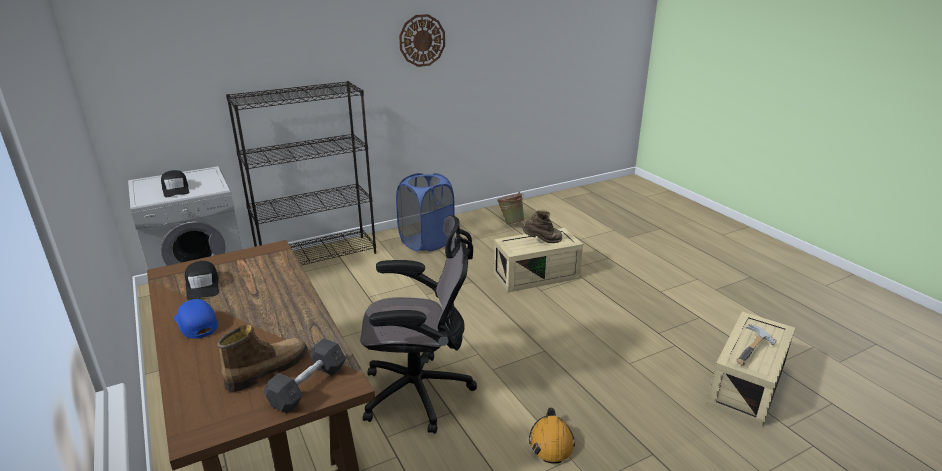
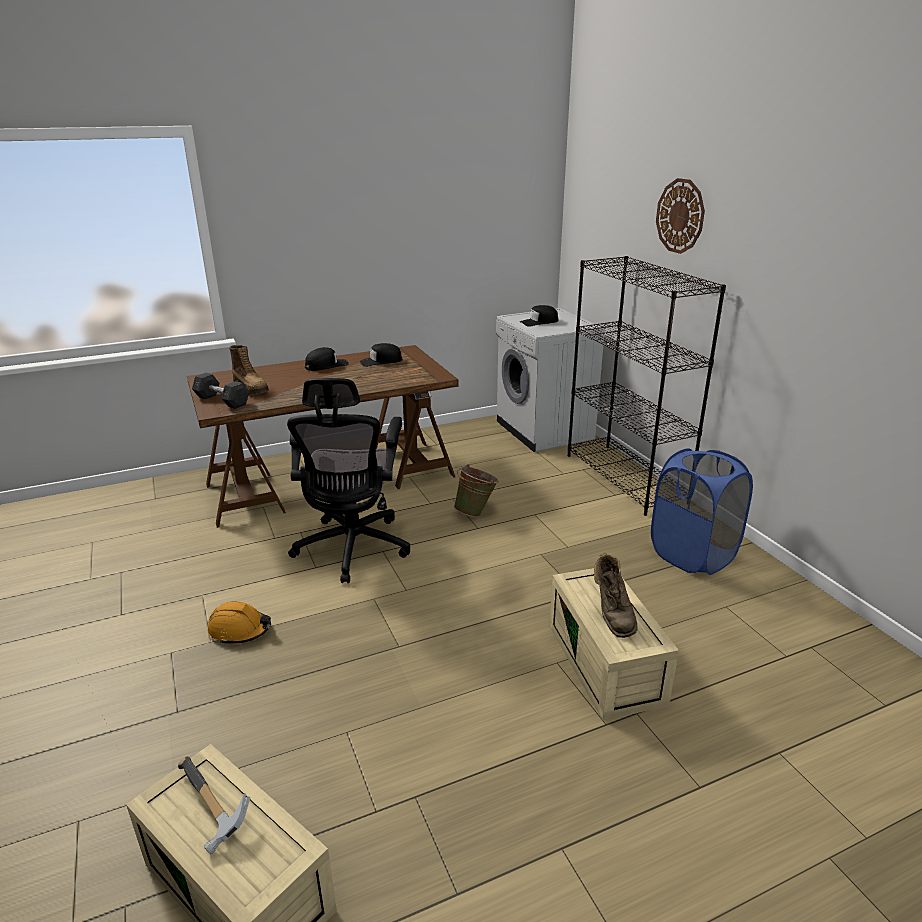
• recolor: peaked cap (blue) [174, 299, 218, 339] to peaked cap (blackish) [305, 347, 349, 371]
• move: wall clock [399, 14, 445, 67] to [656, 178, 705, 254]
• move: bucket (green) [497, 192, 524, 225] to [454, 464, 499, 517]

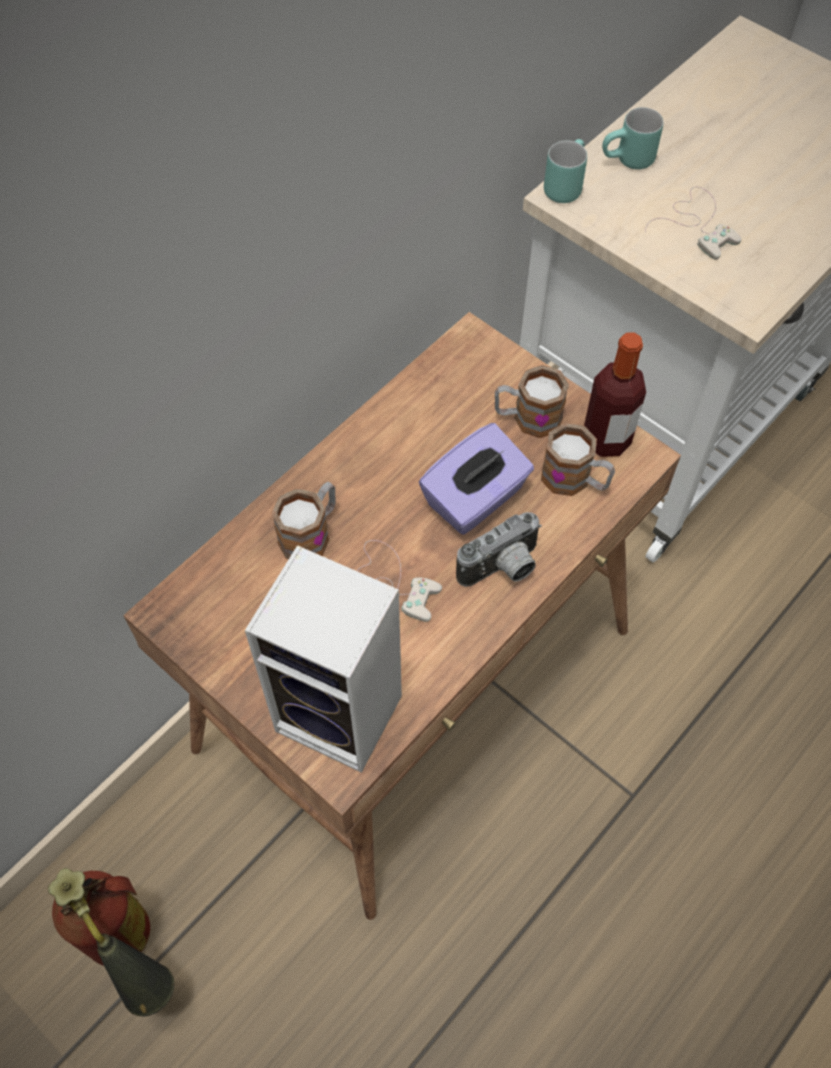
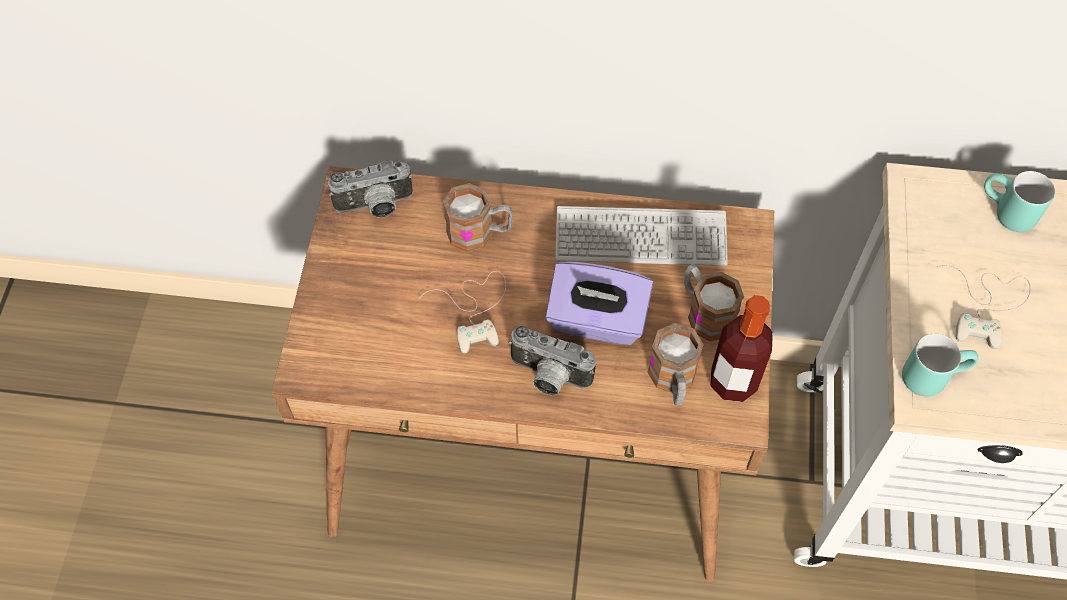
• delete: fire extinguisher [48, 868, 174, 1016]
• delete: loudspeaker [245, 545, 402, 773]
• move: tea mug (turquoise) [544, 139, 587, 203] to [902, 334, 978, 397]
• insert: still camera [328, 160, 413, 218]
• insert: PC keyboard [555, 206, 728, 266]

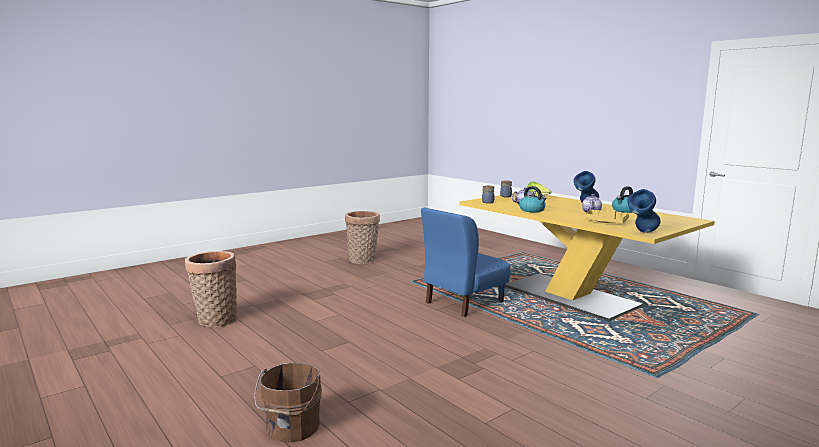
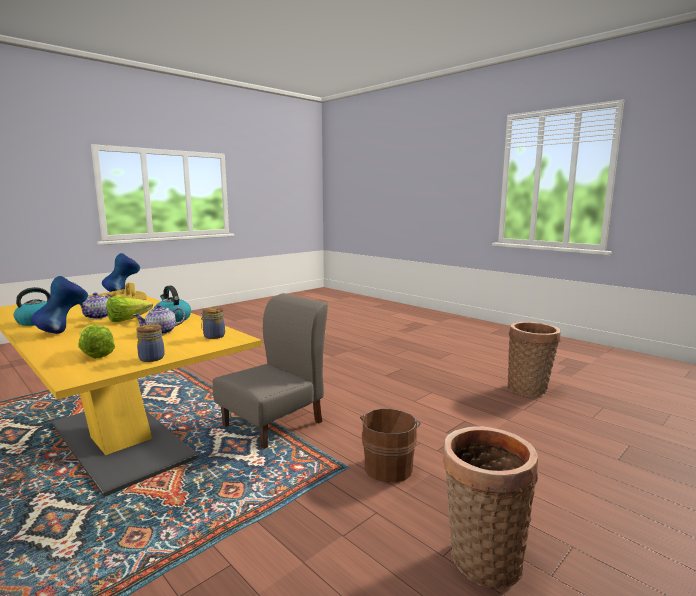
• move: bucket (brown) [255, 363, 322, 443] to [360, 409, 420, 482]
• recolor: plain chair (blue) [421, 208, 510, 317] to plain chair (gray) [213, 293, 328, 449]
• insert: lettuce head [106, 296, 153, 322]

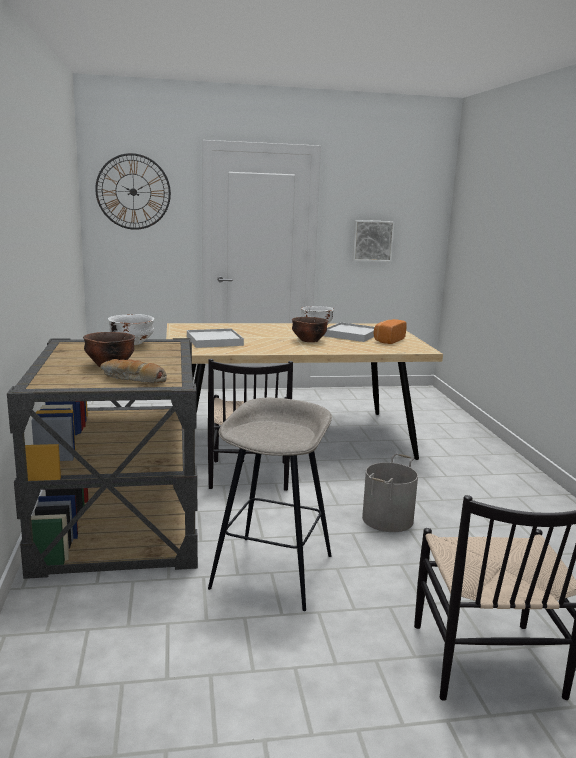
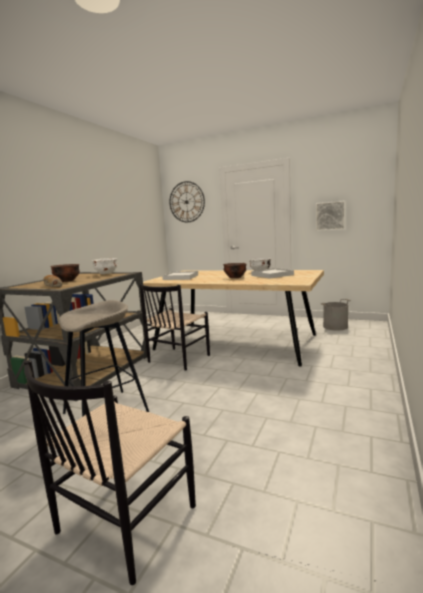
• move: bucket (gray) [362, 453, 418, 532] to [320, 299, 351, 331]
• delete: baked bread [374, 319, 407, 344]

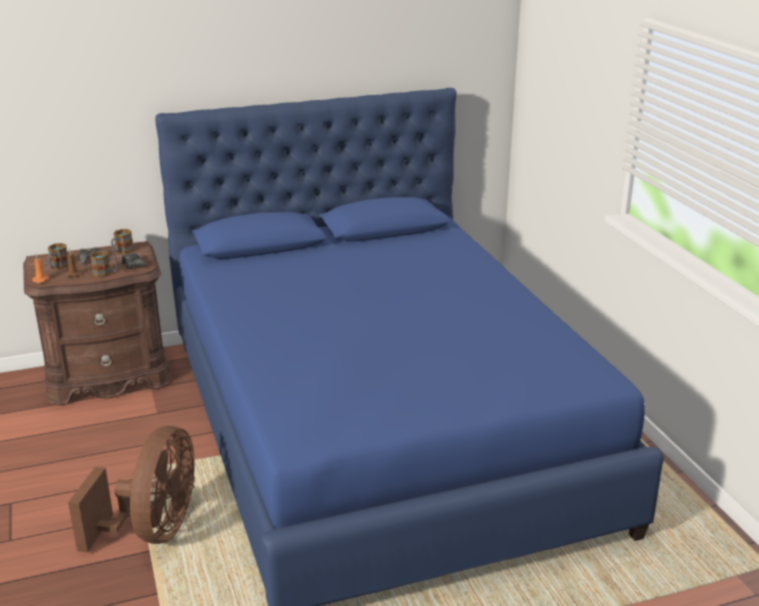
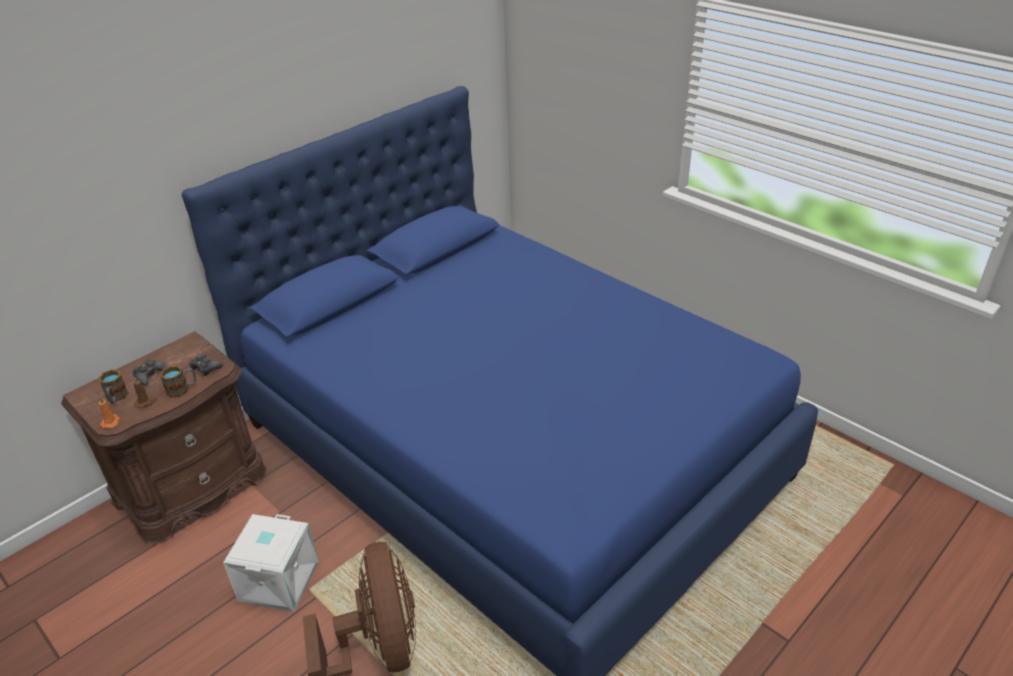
• delete: tea mug [111, 229, 134, 254]
• insert: storage bin (white) [223, 514, 319, 612]

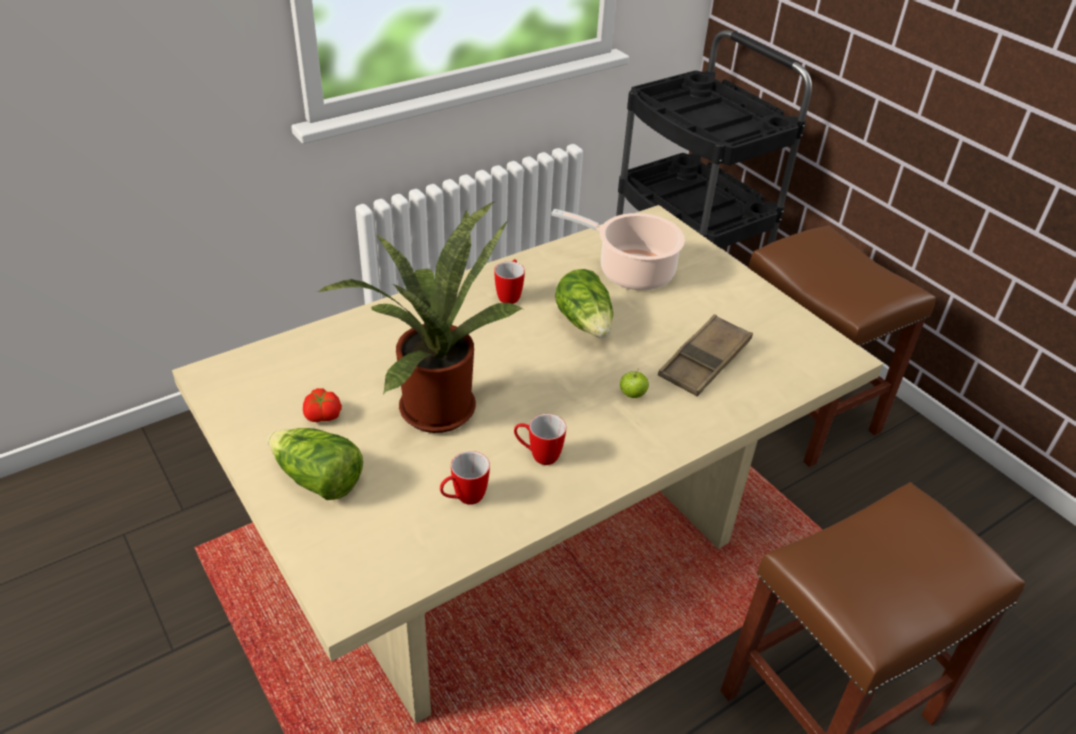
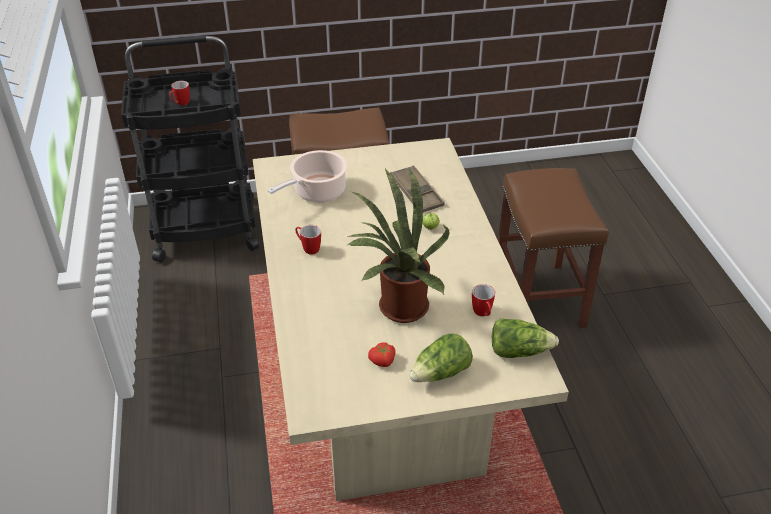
• move: tea mug [514, 414, 566, 465] to [169, 81, 190, 105]
• move: lettuce head [555, 269, 613, 338] to [492, 318, 559, 358]

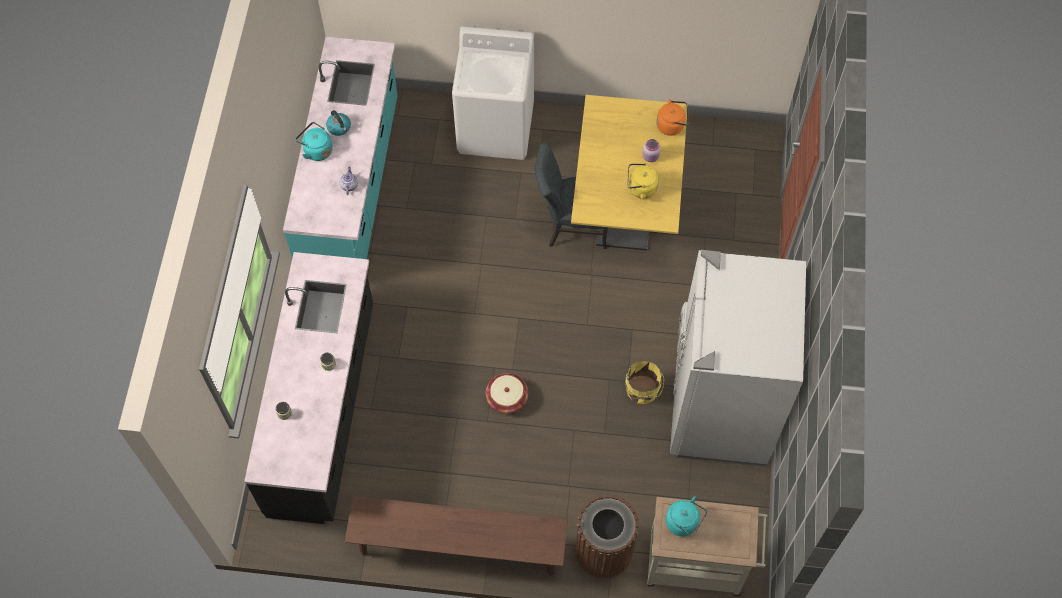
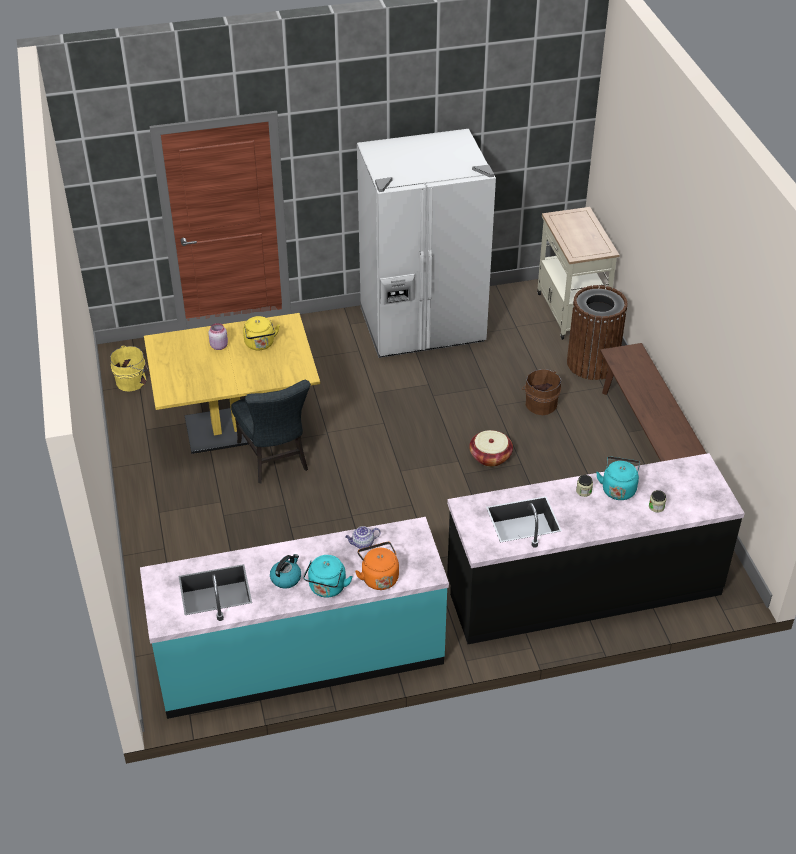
• delete: laundry appliance (white) [452, 26, 534, 160]
• move: bucket (yellow-coloured) [625, 361, 664, 404] to [110, 345, 148, 391]
• move: kettle (orangey) [656, 99, 689, 136] to [355, 542, 399, 590]
• move: kettle (turquoise) [666, 496, 707, 536] to [596, 456, 640, 500]
• insert: bucket (brown) [522, 369, 561, 415]

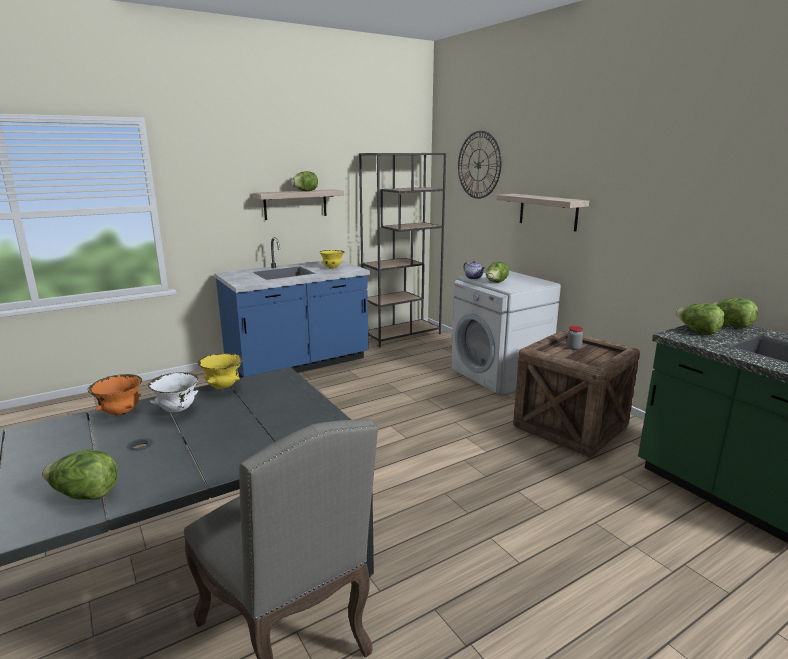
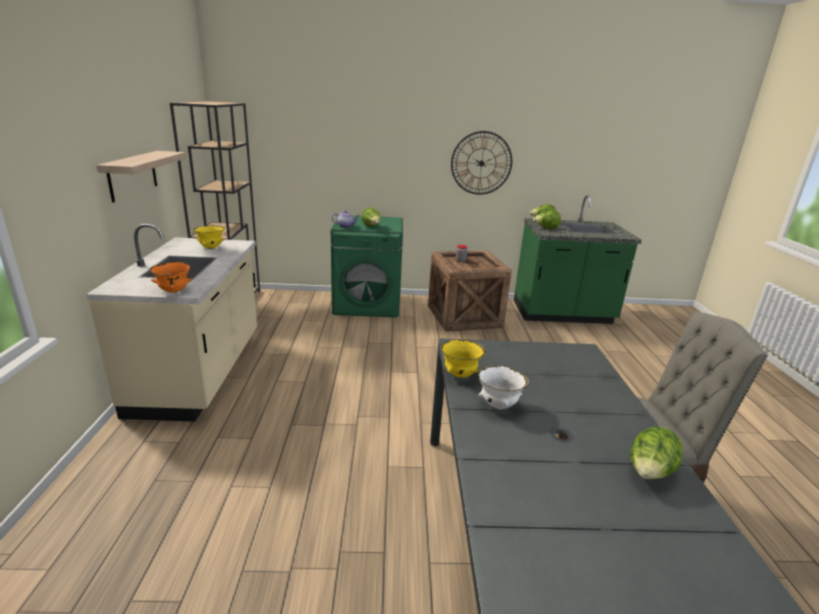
• move: bowl (orangey) [88, 374, 142, 415] to [150, 262, 192, 293]
• recolor: kitchen base unit (blue) [214, 237, 370, 378] to kitchen base unit (beige-coloured) [86, 224, 257, 422]
• delete: lettuce head [291, 171, 318, 191]
• recolor: laundry appliance (white) [451, 271, 561, 395] to laundry appliance (green) [331, 215, 403, 317]
• move: wall clock [458, 131, 501, 199] to [451, 131, 512, 195]
• delete: bracket shelf [496, 194, 589, 231]

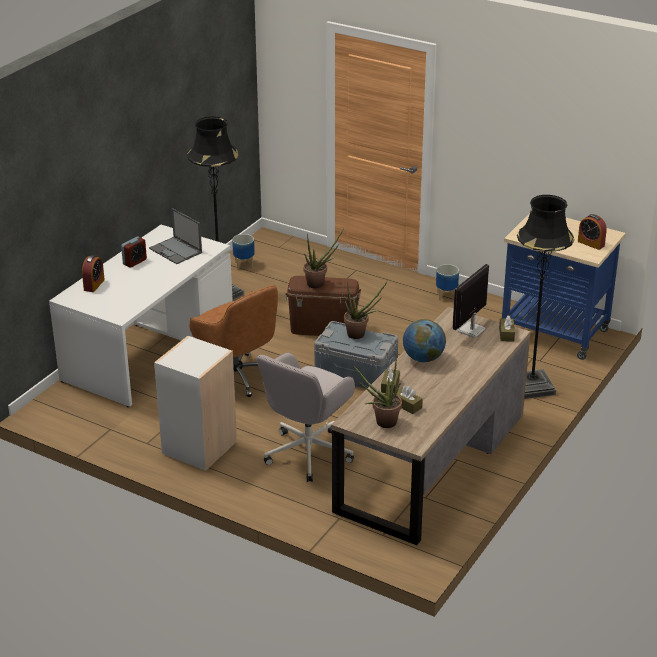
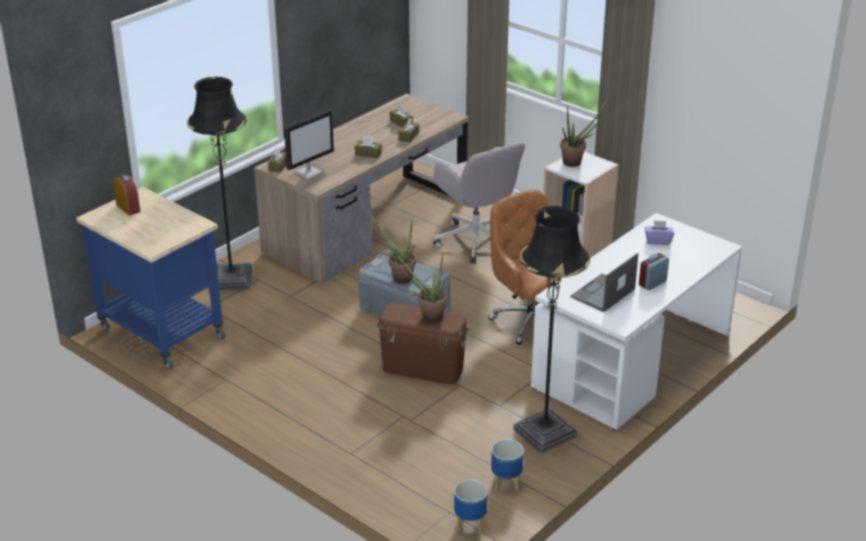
• delete: table clock [82, 255, 105, 292]
• rotate: notebook computer [149, 208, 202, 264] = [570, 253, 638, 312] 105 degrees counterclockwise
• rotate: computer chair (gray) [256, 353, 355, 482] = [433, 142, 525, 263] 105 degrees clockwise
• move: houseplant [354, 356, 402, 428] to [560, 99, 608, 167]
• replace: globe [403, 319, 446, 362] to box of tissues (brown) [355, 135, 382, 158]
• move: plant pot [436, 264, 459, 301] to [454, 479, 488, 534]
• insert: box of tissues (purplish) [645, 220, 674, 245]

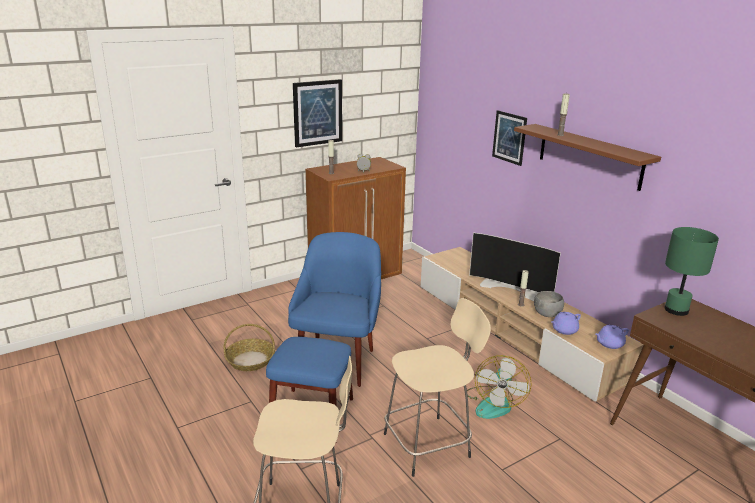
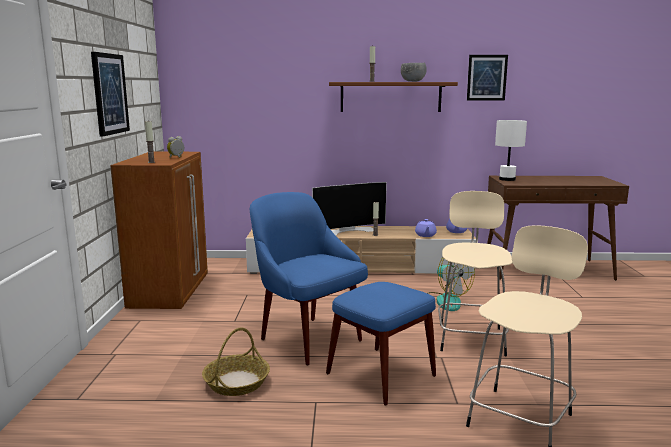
• move: wall picture [492, 110, 527, 166] to [467, 55, 508, 101]
• move: bowl (gray) [534, 291, 564, 317] to [401, 63, 427, 82]
• recolor: table lamp (green) [664, 227, 719, 316] to table lamp (white) [495, 120, 527, 181]

